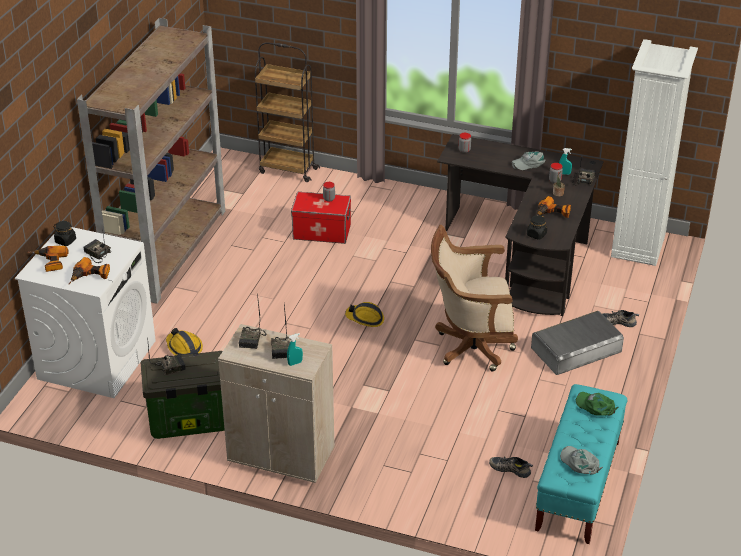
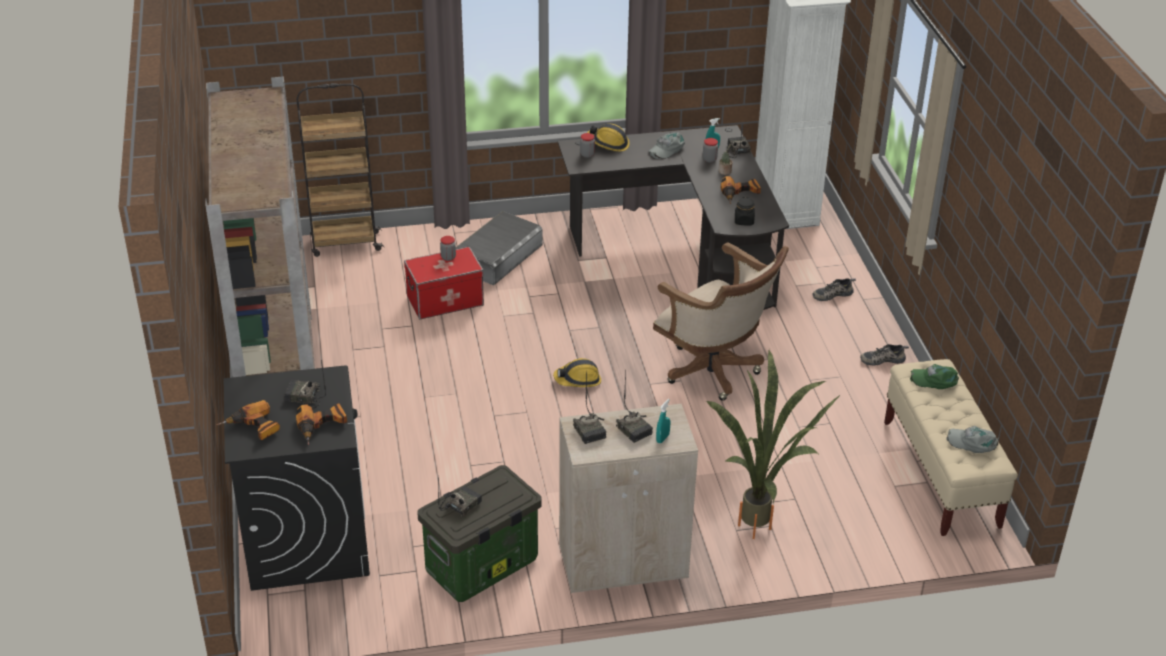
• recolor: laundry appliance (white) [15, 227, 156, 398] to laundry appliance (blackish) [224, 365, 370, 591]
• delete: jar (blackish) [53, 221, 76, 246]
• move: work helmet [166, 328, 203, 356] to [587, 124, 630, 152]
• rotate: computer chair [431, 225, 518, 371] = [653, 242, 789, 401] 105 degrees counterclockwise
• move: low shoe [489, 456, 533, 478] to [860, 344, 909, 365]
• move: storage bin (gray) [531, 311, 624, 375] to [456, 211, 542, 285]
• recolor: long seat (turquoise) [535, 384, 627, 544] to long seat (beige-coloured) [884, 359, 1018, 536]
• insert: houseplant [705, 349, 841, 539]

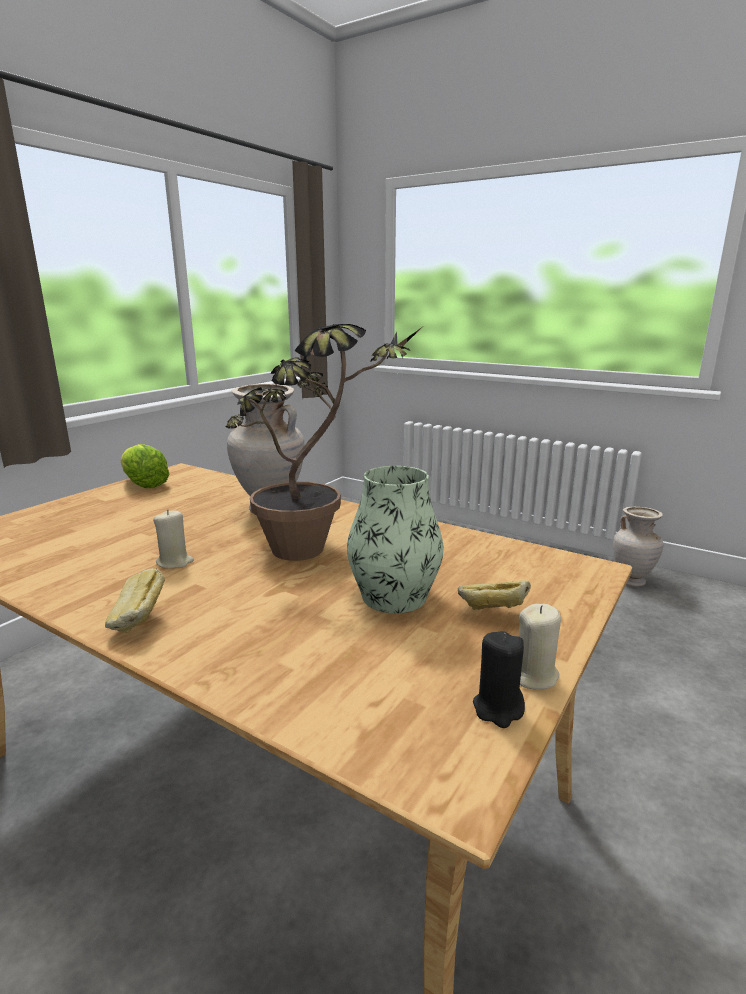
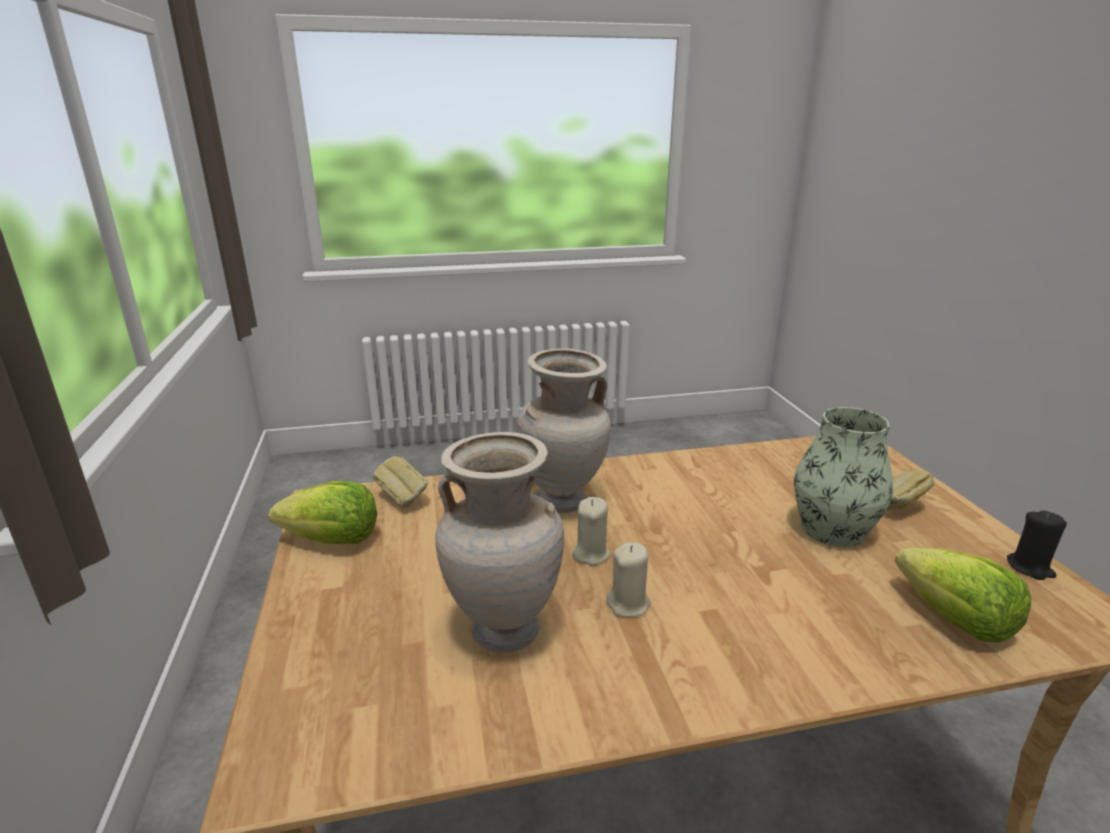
• move: baked bread [105, 568, 165, 633] to [374, 456, 428, 507]
• delete: houseplant [226, 324, 422, 561]
• move: wax candle (beige-coloured) [519, 604, 561, 689] to [572, 497, 610, 566]
• move: decorative vase (beige-coloured) [613, 507, 664, 587] to [435, 432, 564, 653]
• insert: lettuce head [895, 547, 1031, 643]

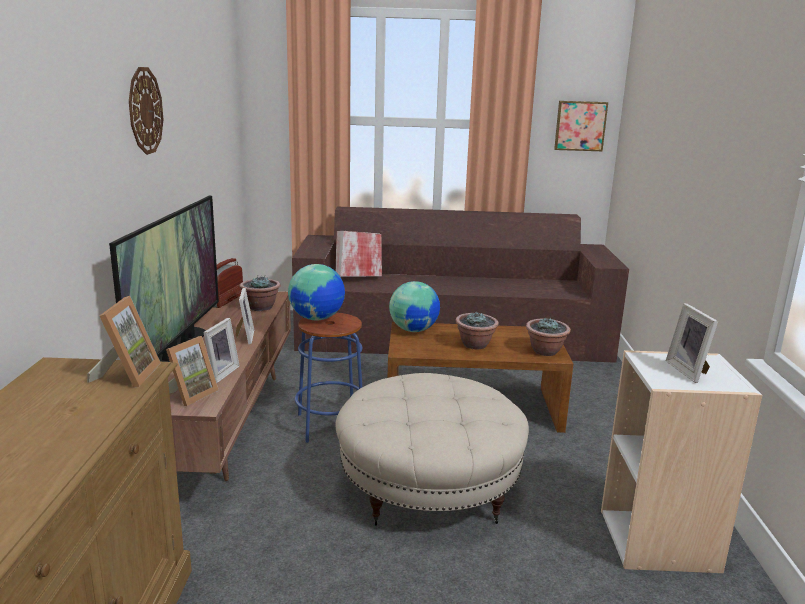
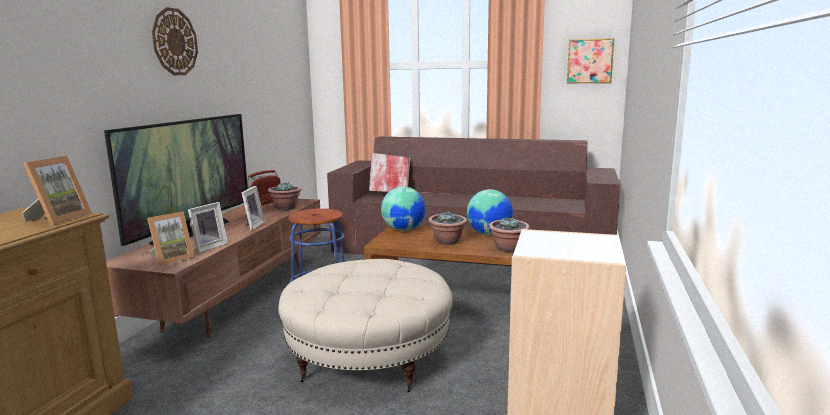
• move: globe [288, 264, 345, 320] to [467, 189, 513, 235]
• delete: photo frame [666, 303, 718, 383]

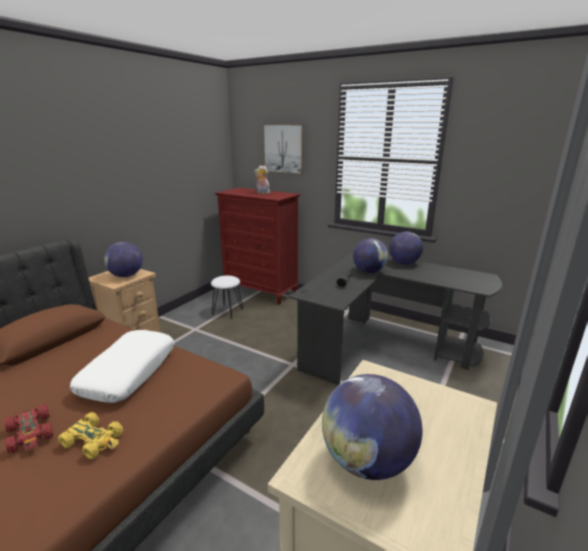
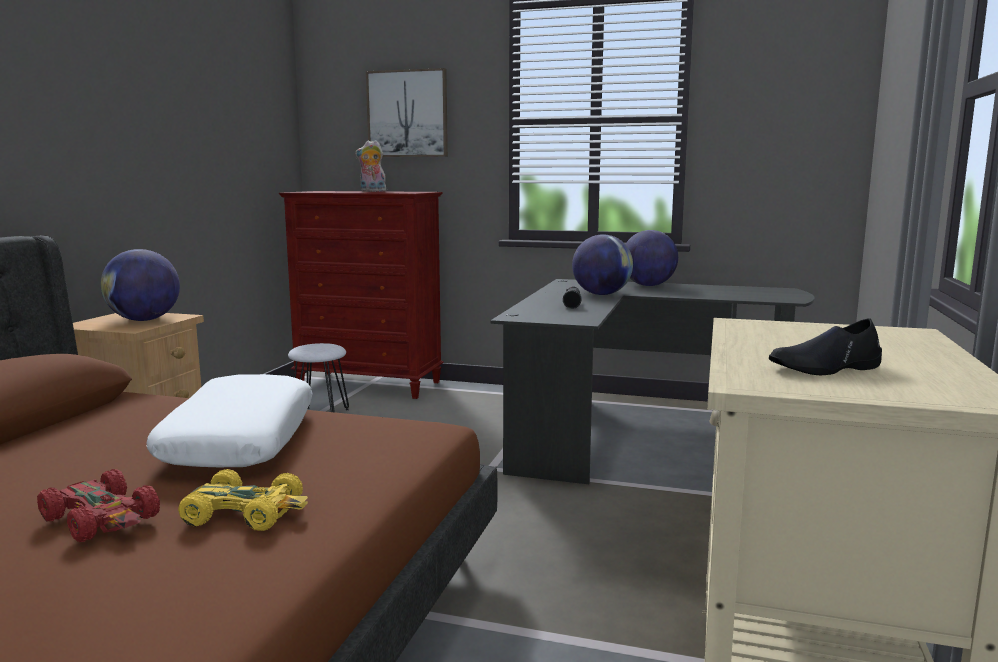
• replace: globe [322, 374, 422, 480] to low shoe (blackish) [769, 318, 882, 375]

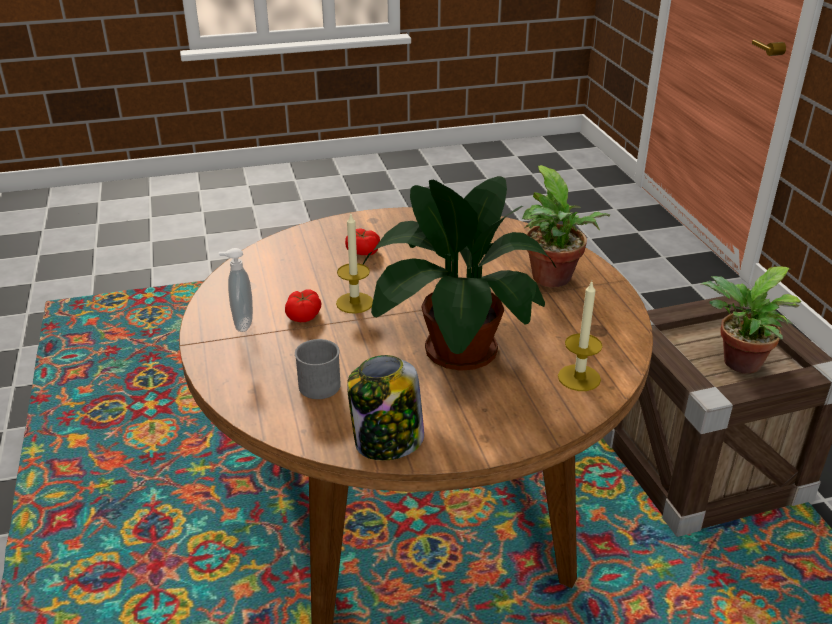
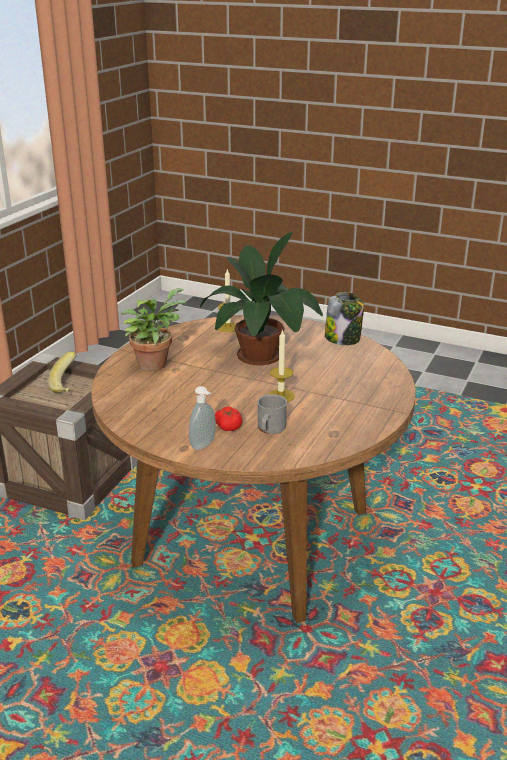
• move: liquid soap bottle [218, 248, 253, 332] to [189, 386, 216, 450]
• delete: fresh tomato [285, 289, 322, 322]
• move: tea mug (gray) [295, 339, 341, 399] to [257, 394, 287, 434]
• replace: houseplant [701, 266, 801, 374] to banana fruit [48, 352, 77, 393]

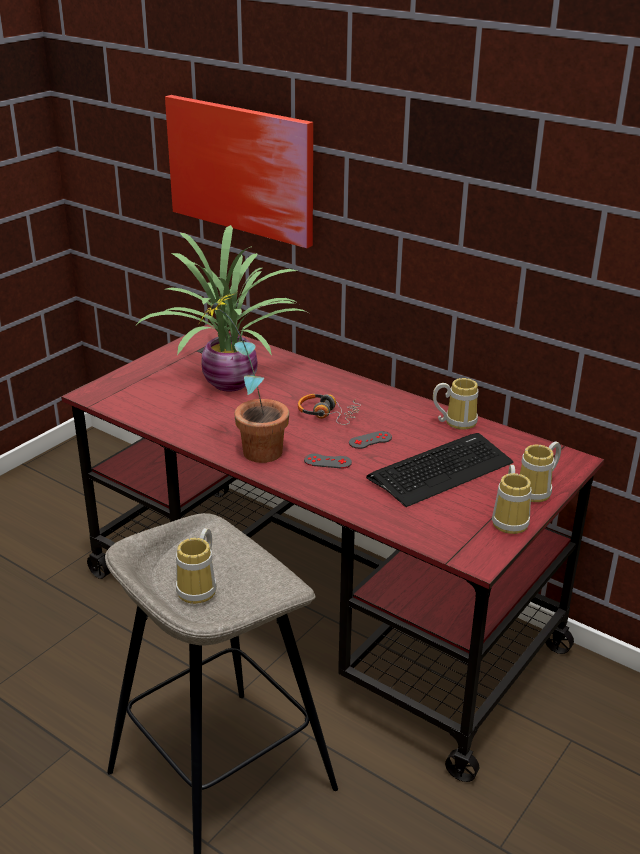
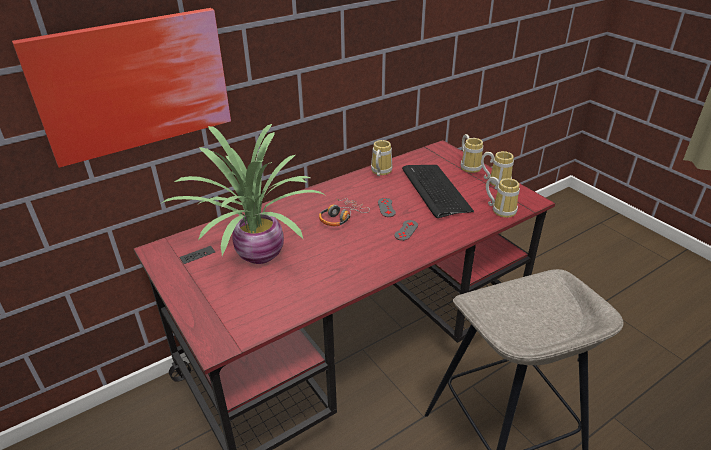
• move: tea mug [176, 528, 217, 604] to [486, 177, 520, 218]
• delete: houseplant [200, 292, 289, 463]

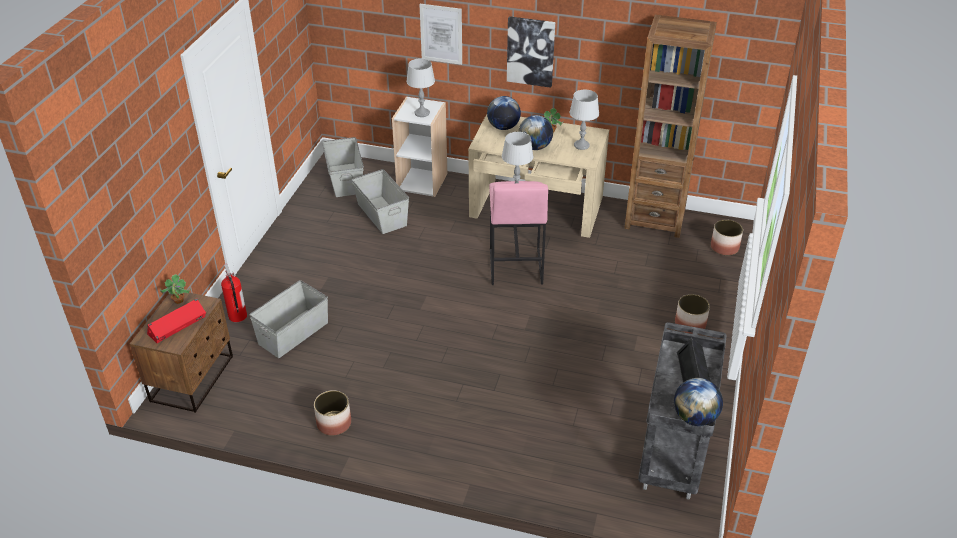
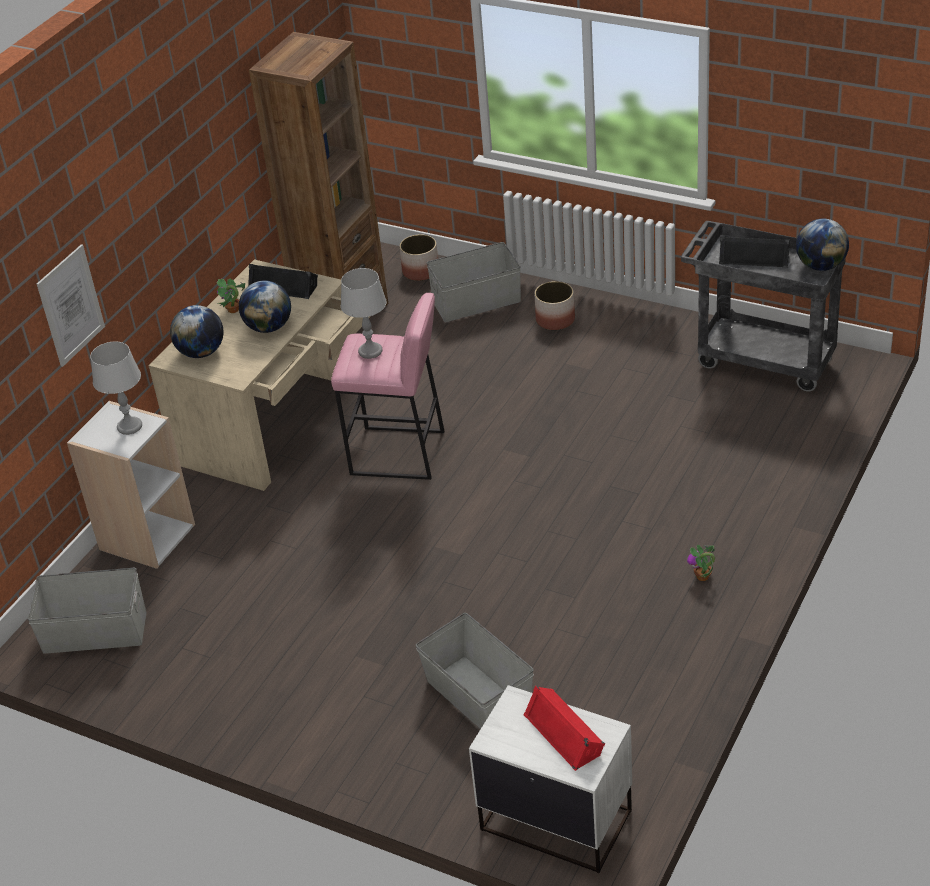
• recolor: bedside table (brown) [130, 290, 233, 413] to bedside table (white) [469, 685, 632, 873]
• move: houseplant [160, 274, 192, 304] to [687, 544, 715, 581]
• delete: fire extinguisher [221, 264, 247, 322]
• delete: plant pot [314, 390, 351, 436]
• move: storage bin (gray) [352, 169, 409, 234] to [427, 242, 521, 322]
• delete: wall picture [507, 16, 555, 88]
• replace: table lamp (gray) [569, 90, 599, 150] to loudspeaker (blackish) [248, 264, 318, 299]

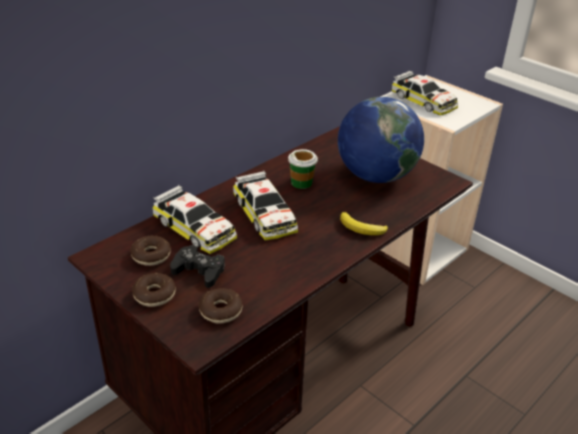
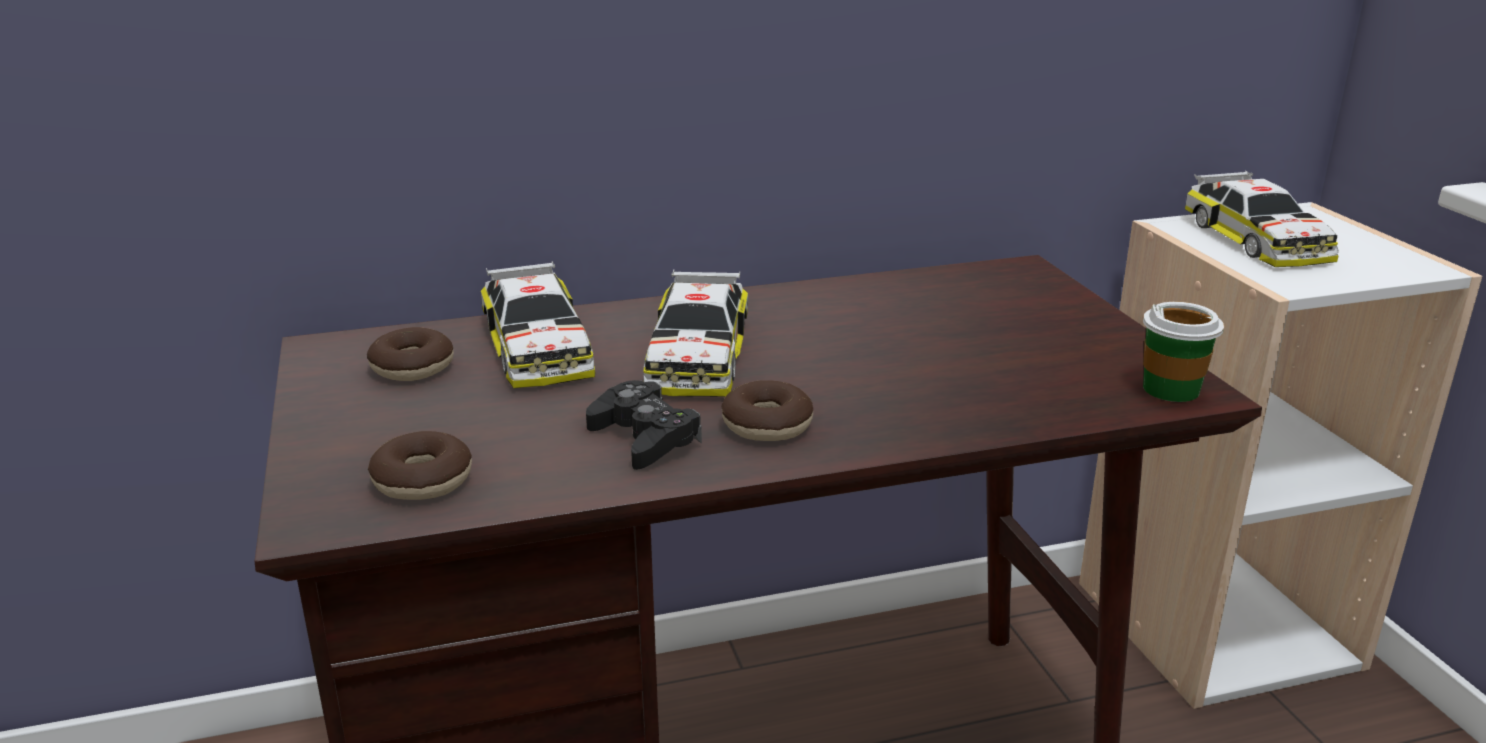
• move: doughnut [132, 273, 176, 307] to [722, 380, 813, 441]
• move: gamepad (blackish) [170, 245, 225, 288] to [586, 380, 702, 470]
• move: drinking cup [288, 149, 318, 189] to [1143, 302, 1224, 402]
• delete: globe [338, 97, 424, 183]
• delete: banana fruit [340, 212, 388, 235]

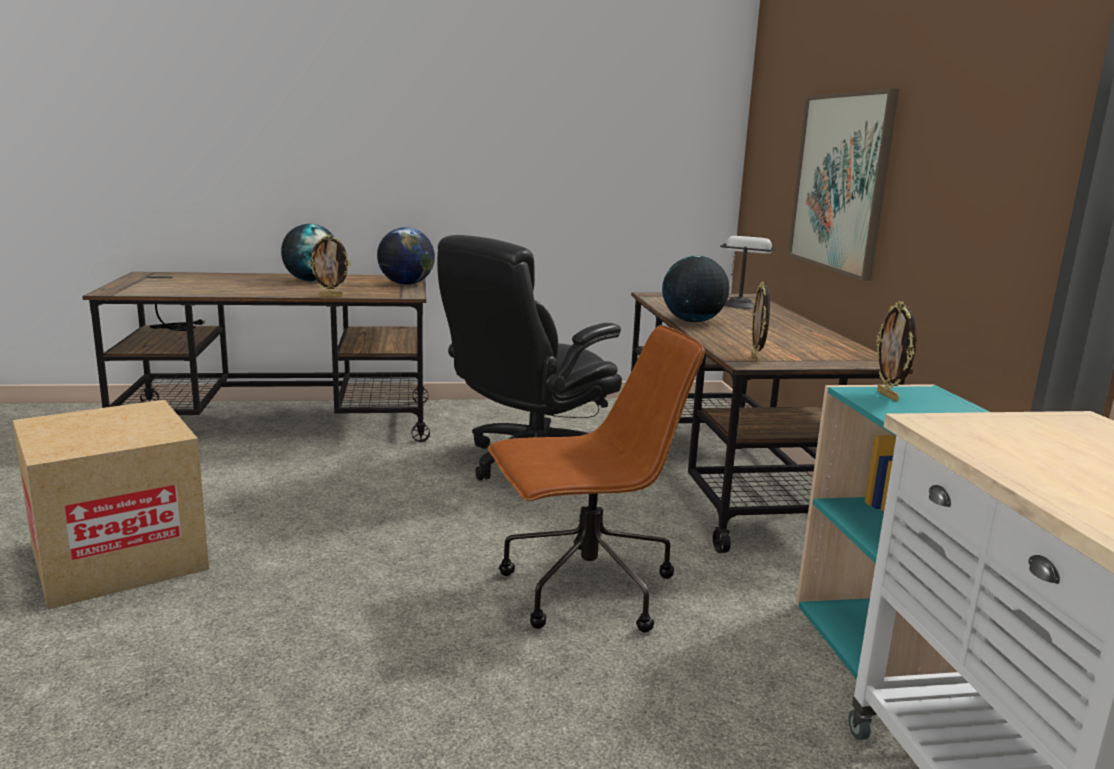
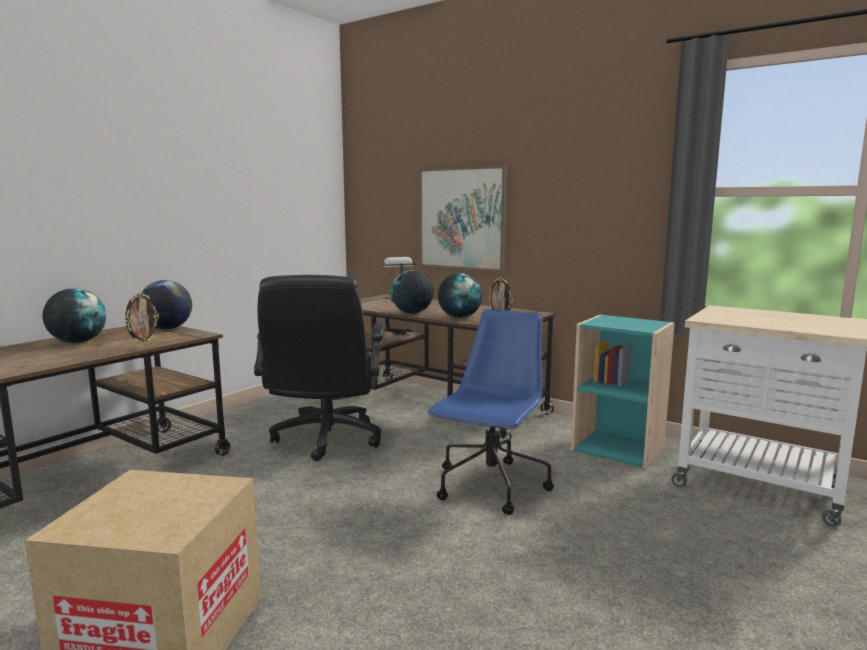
• recolor: computer chair (brown) [488, 325, 705, 633] to computer chair (blue) [427, 309, 554, 515]
• delete: photo frame [876, 301, 917, 401]
• insert: globe [438, 273, 483, 318]

